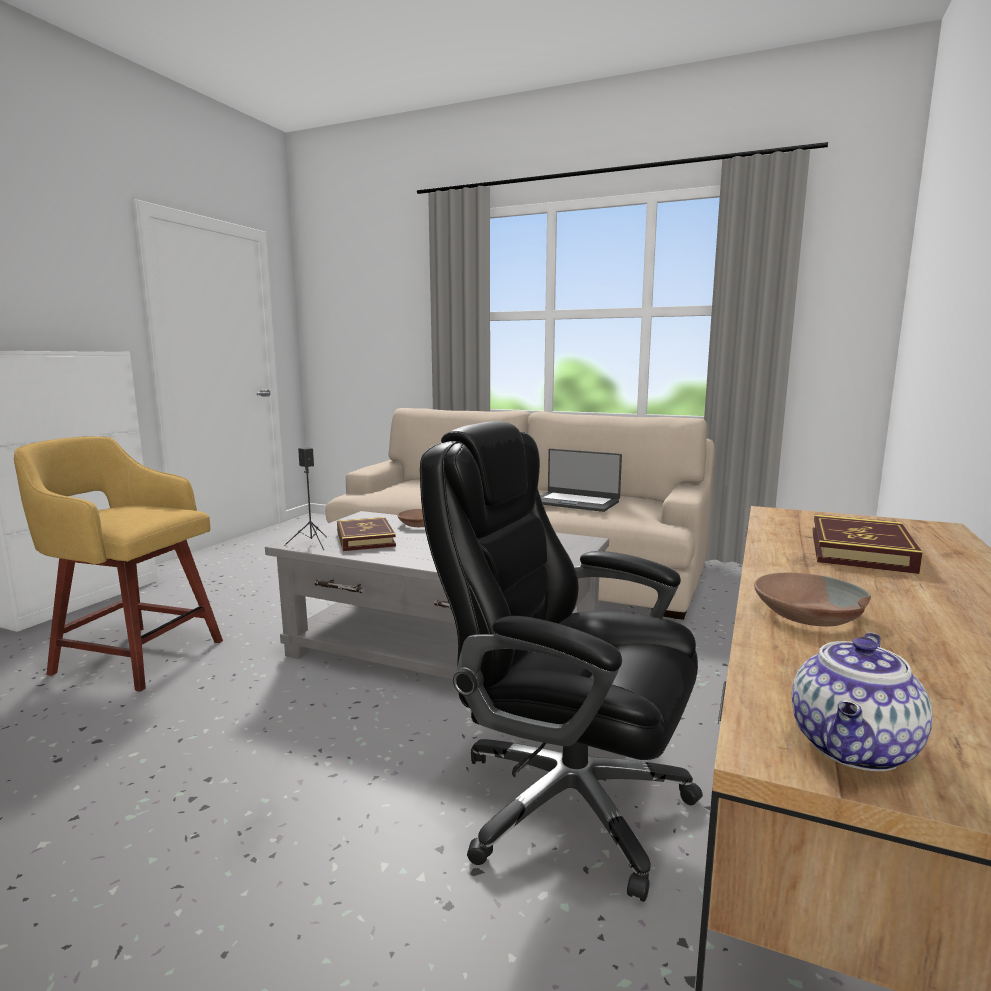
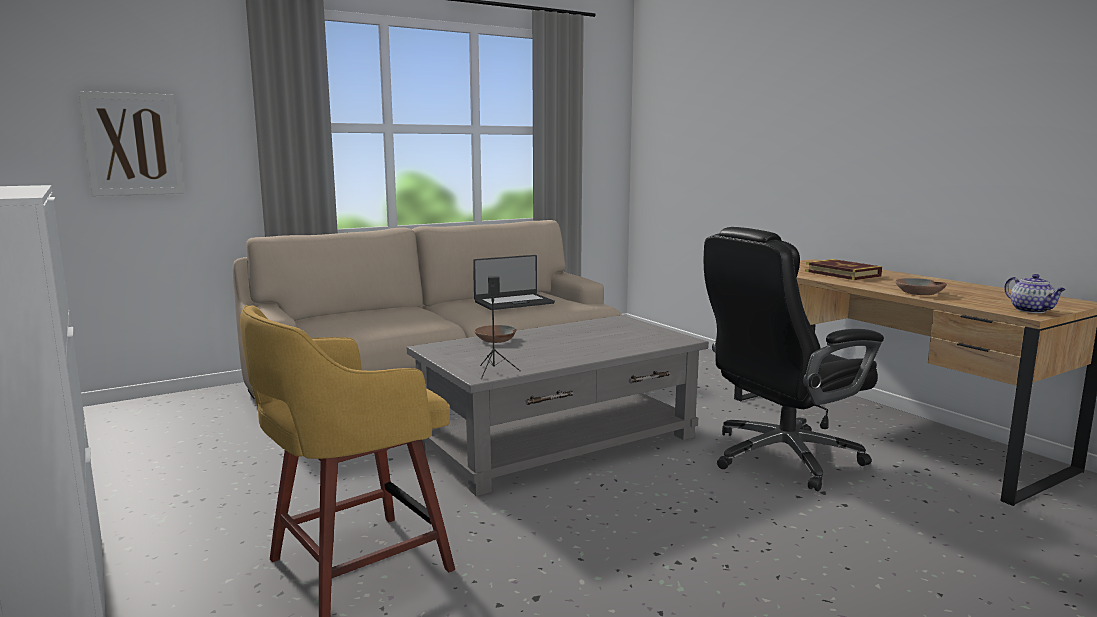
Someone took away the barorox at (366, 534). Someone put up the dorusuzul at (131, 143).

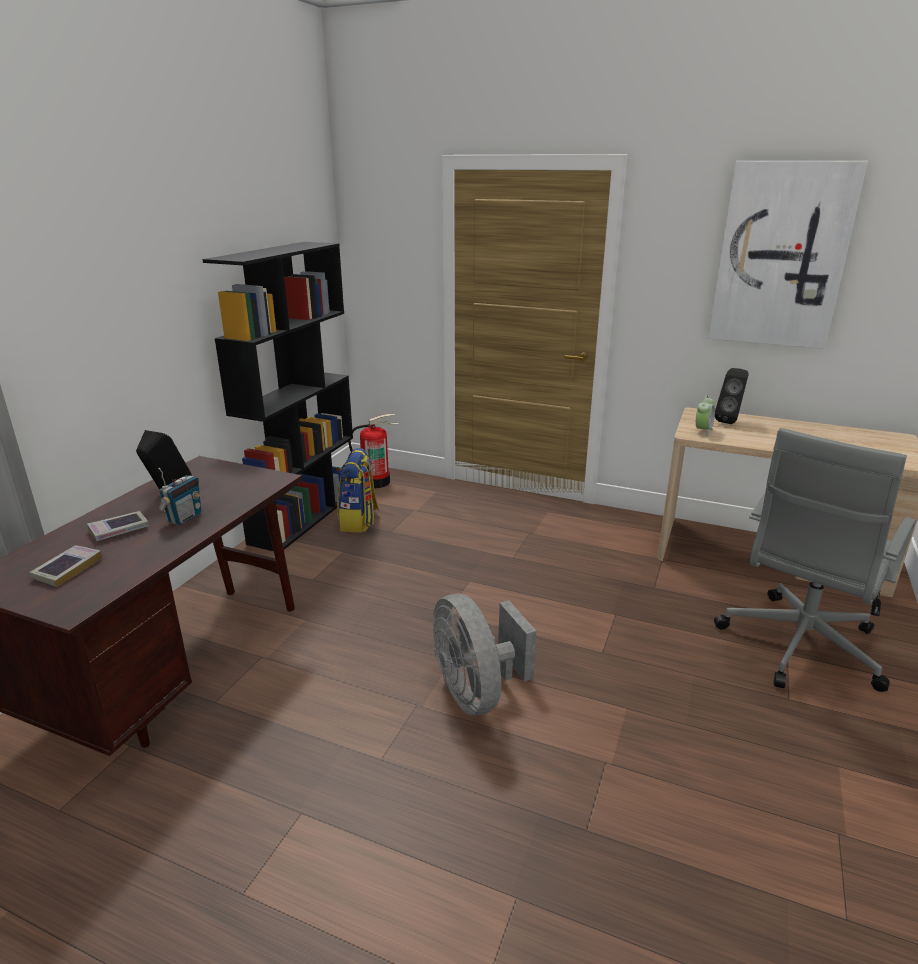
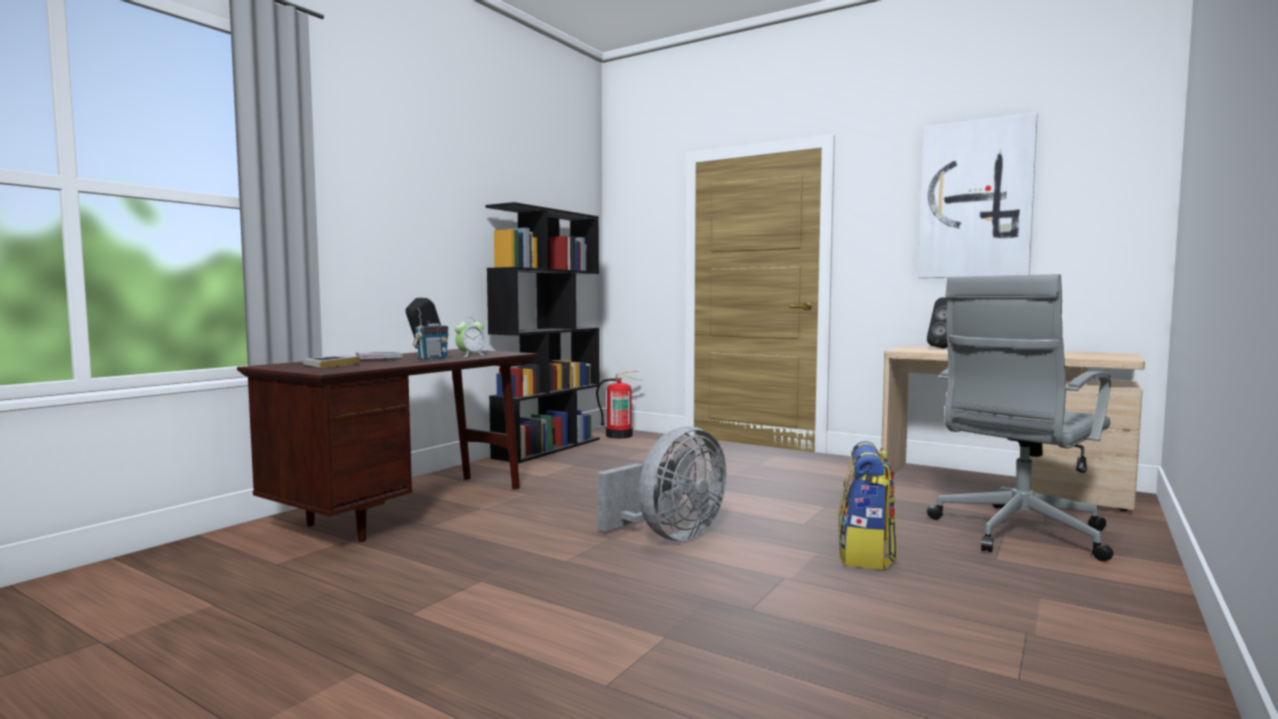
Someone carried the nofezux from (358, 490) to (868, 505). Someone carried the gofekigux from (705, 415) to (470, 337). Someone rotated the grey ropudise at (484, 654) by 120 degrees counterclockwise.

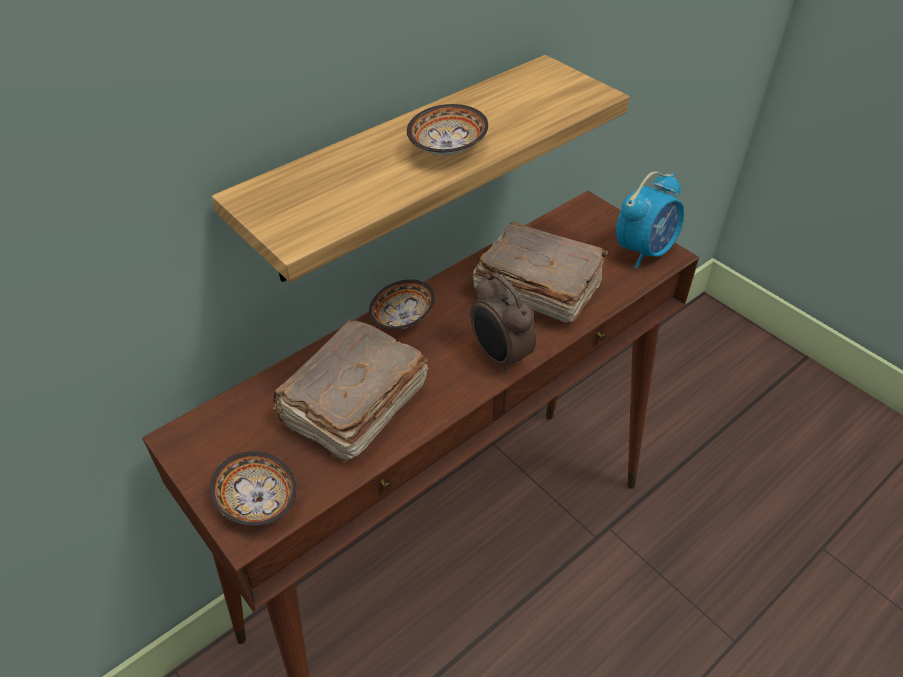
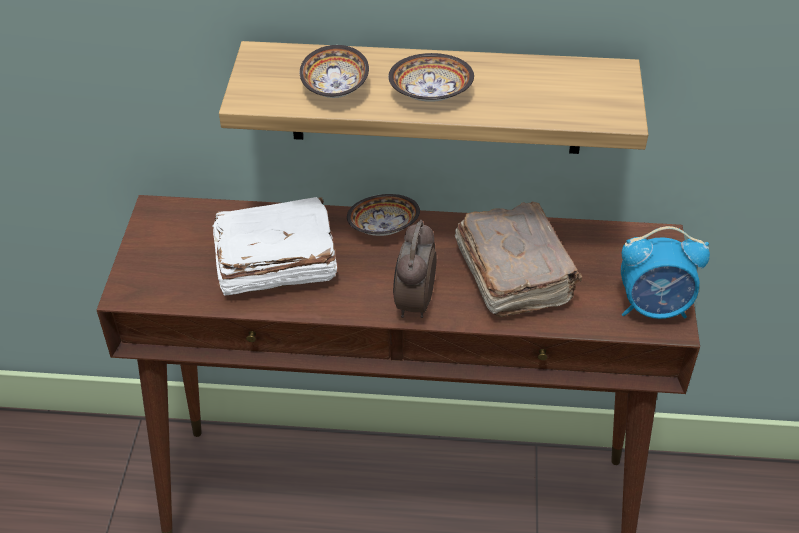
Someone carried the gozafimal from (253, 488) to (334, 71). Someone repainted the brown barorox at (350, 391), which became the white barorox at (274, 246).

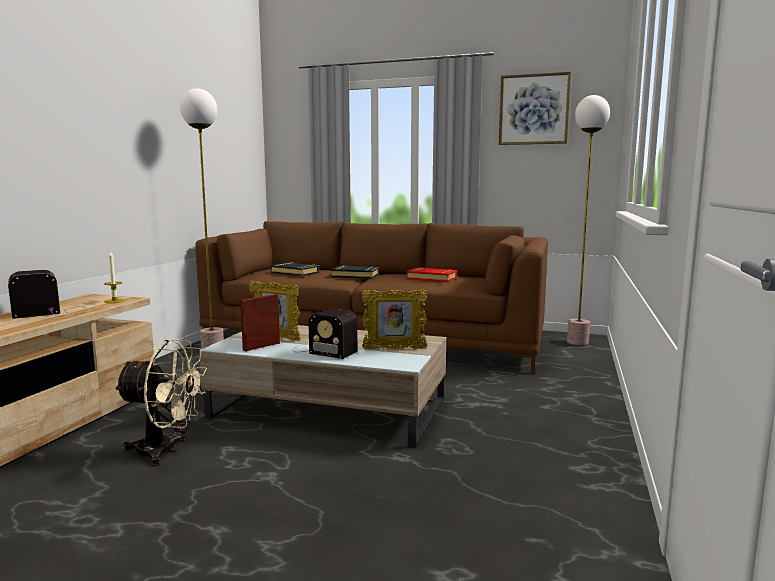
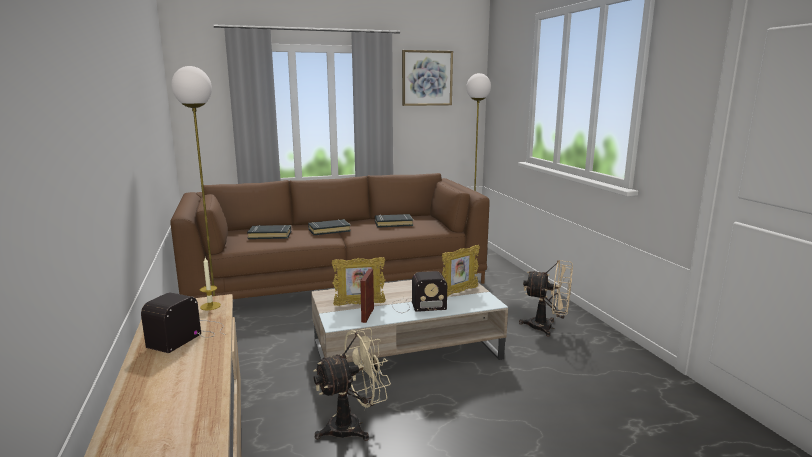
Someone put down the beige ropudise at (546, 298). Someone repainted the red barorox at (431, 274), which became the black barorox at (394, 221).

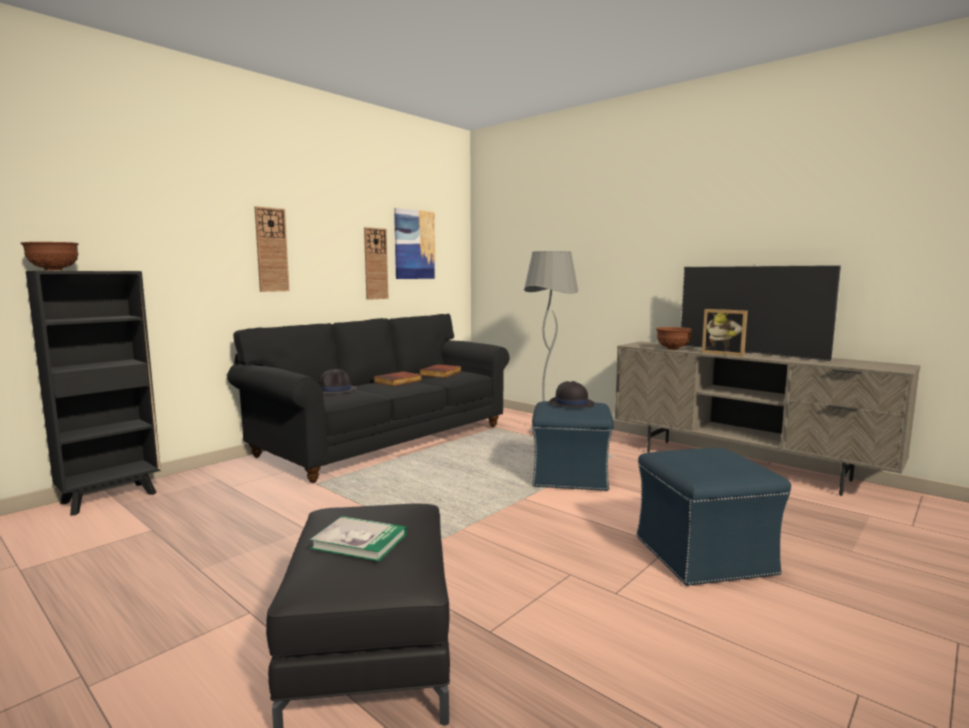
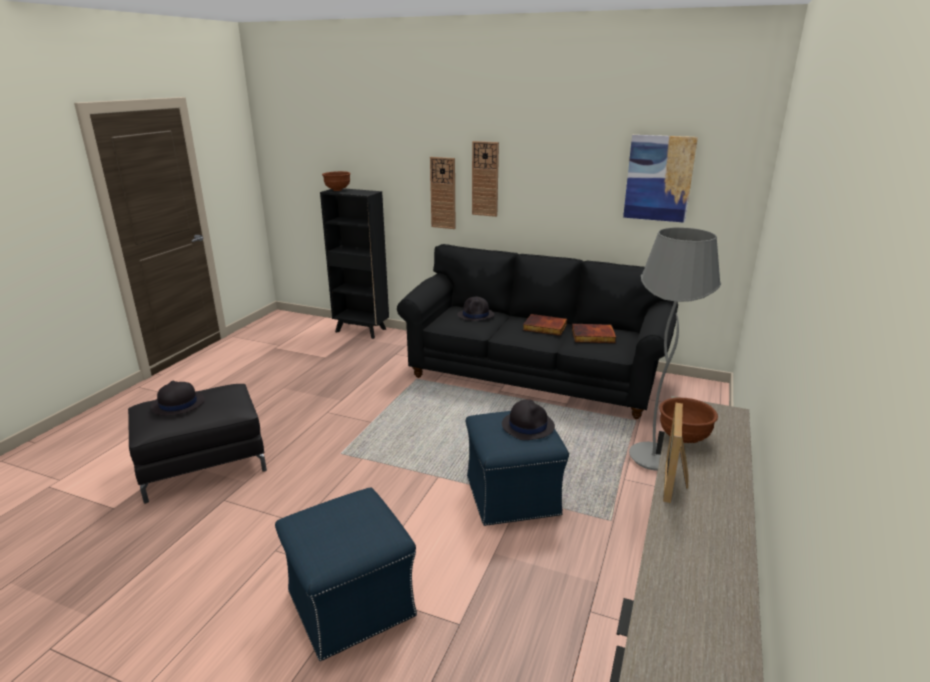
Someone took away the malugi at (761, 312). Someone carried the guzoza from (376, 263) to (442, 193). Someone swapped the barorox at (358, 538) for the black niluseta at (178, 398).

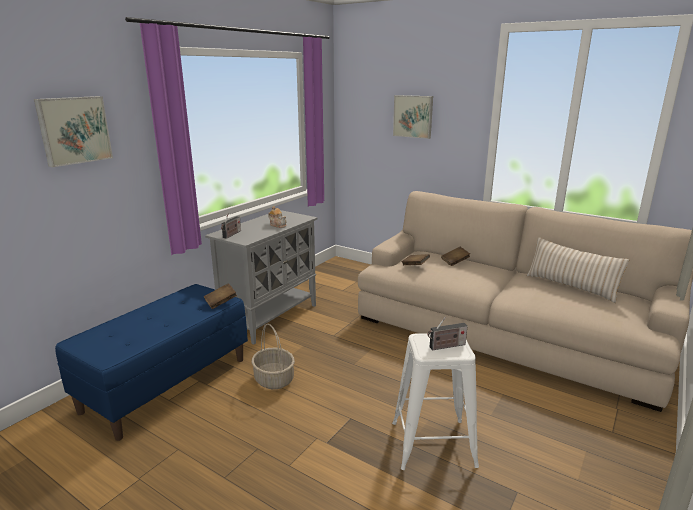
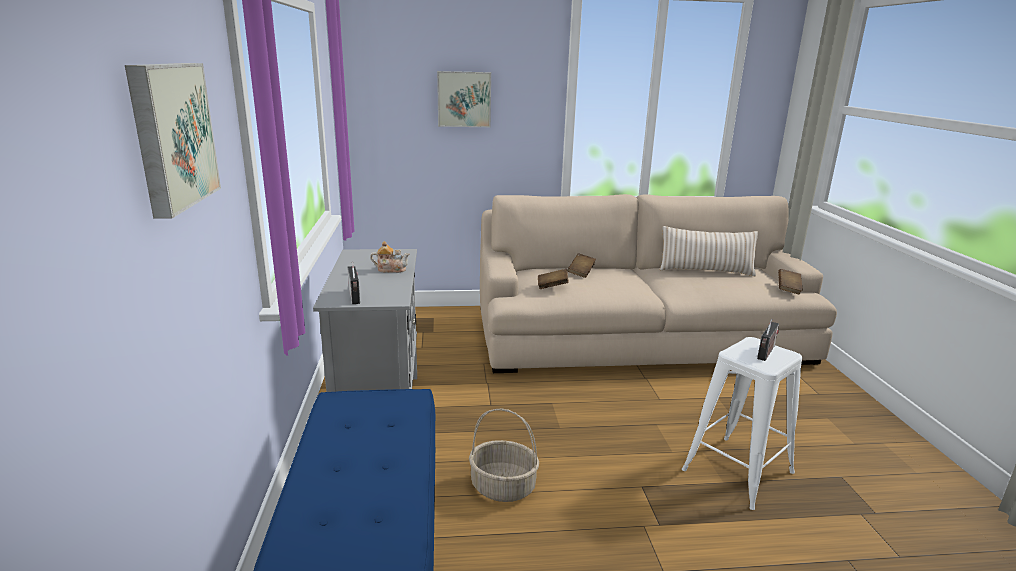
Someone carried the brown barorox from (220, 296) to (790, 281).

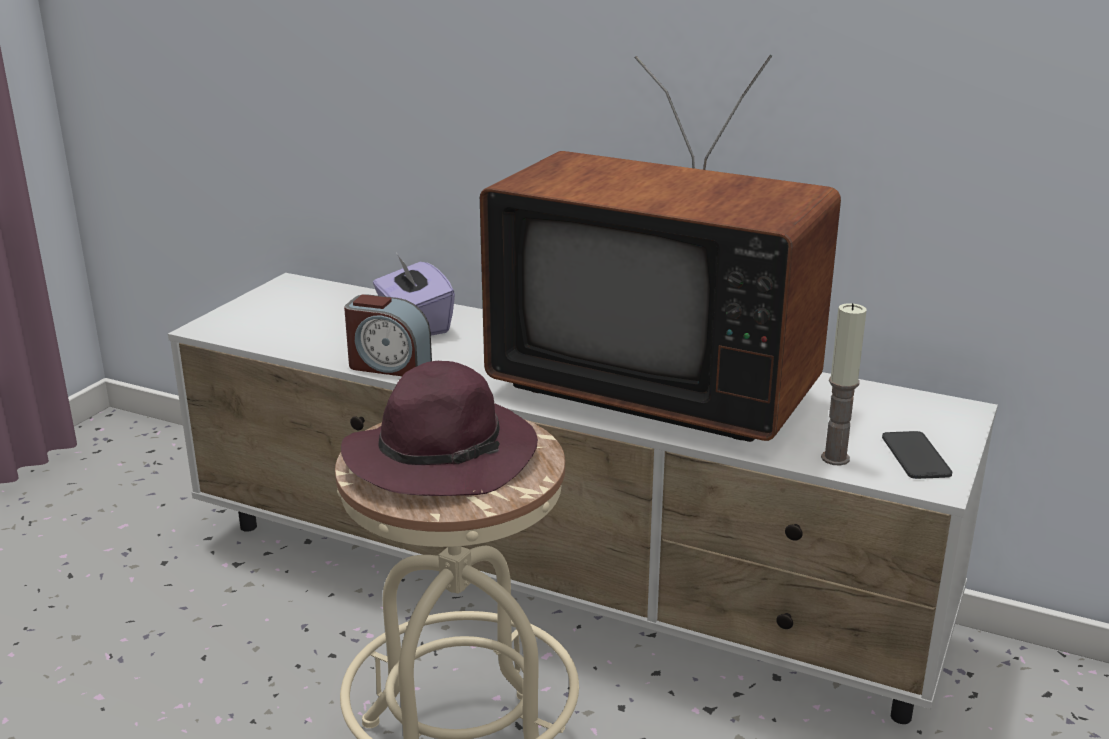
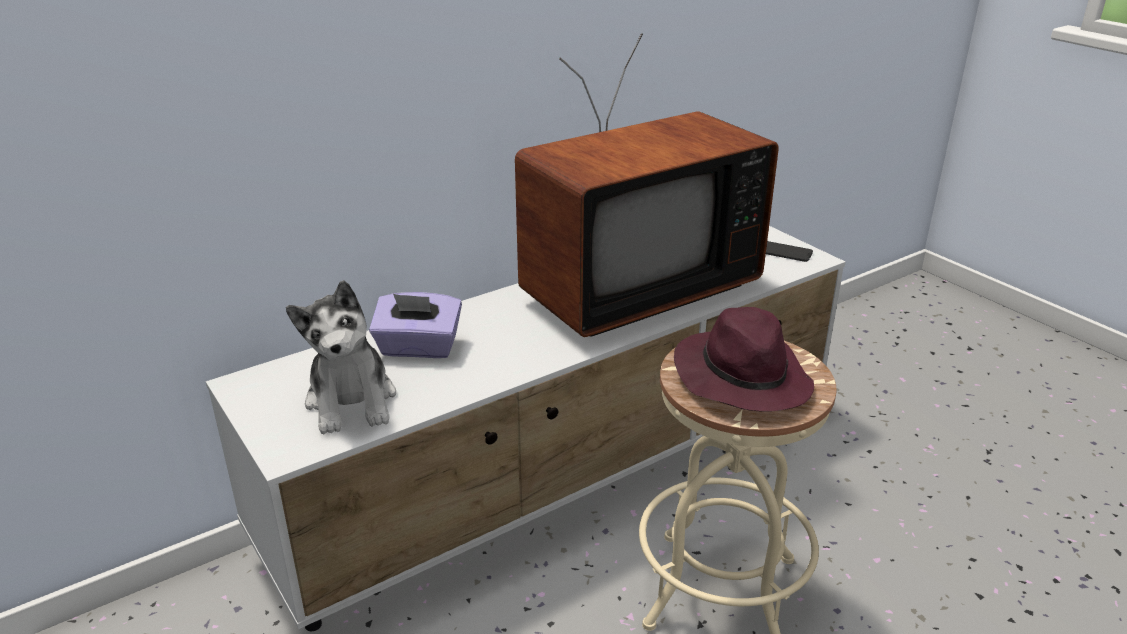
Someone took away the gofekigux at (388, 335). Someone took away the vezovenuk at (844, 384). Someone put down the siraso at (341, 357).

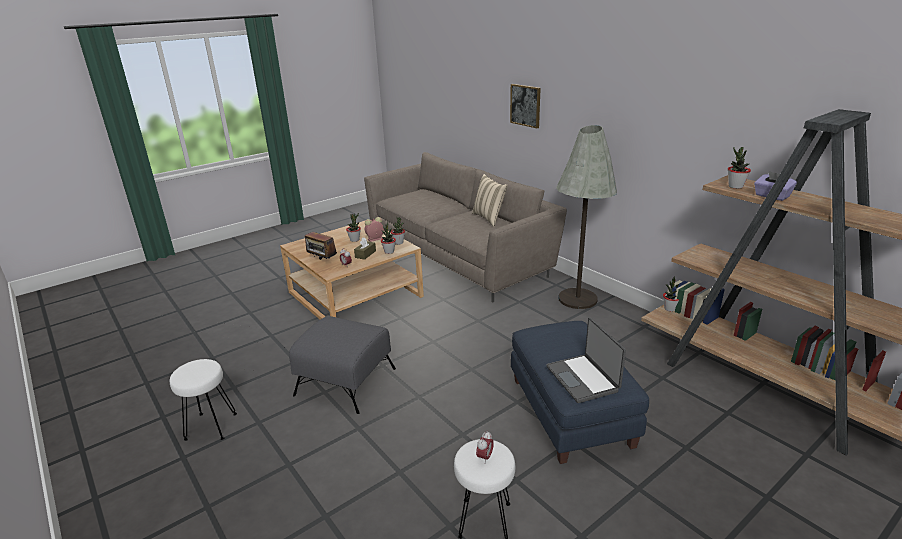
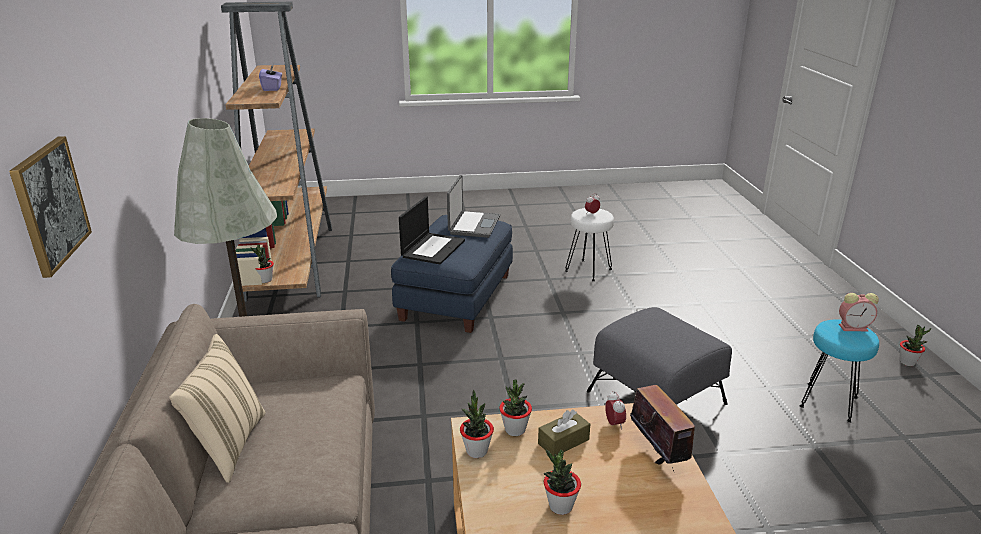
Someone put down the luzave at (432, 230). Someone carried the gofekigux from (374, 229) to (859, 312). Someone carried the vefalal from (739, 168) to (915, 345). Someone repainted the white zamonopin at (203, 400), which became the turquoise zamonopin at (839, 371).

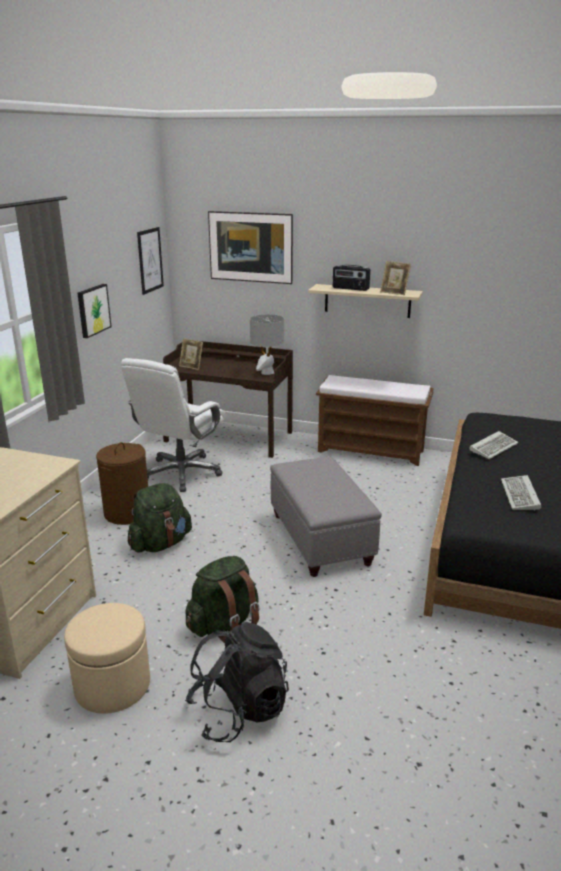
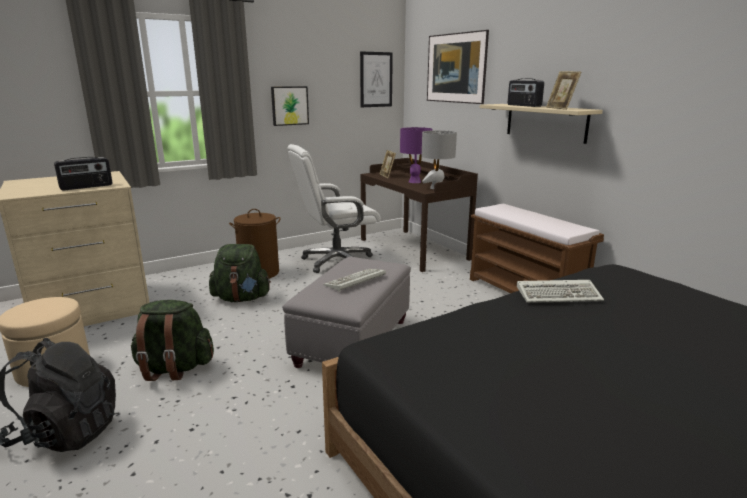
Someone put down the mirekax at (83, 173). Someone put down the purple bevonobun at (416, 155). Someone carried the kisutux from (521, 492) to (354, 280).

